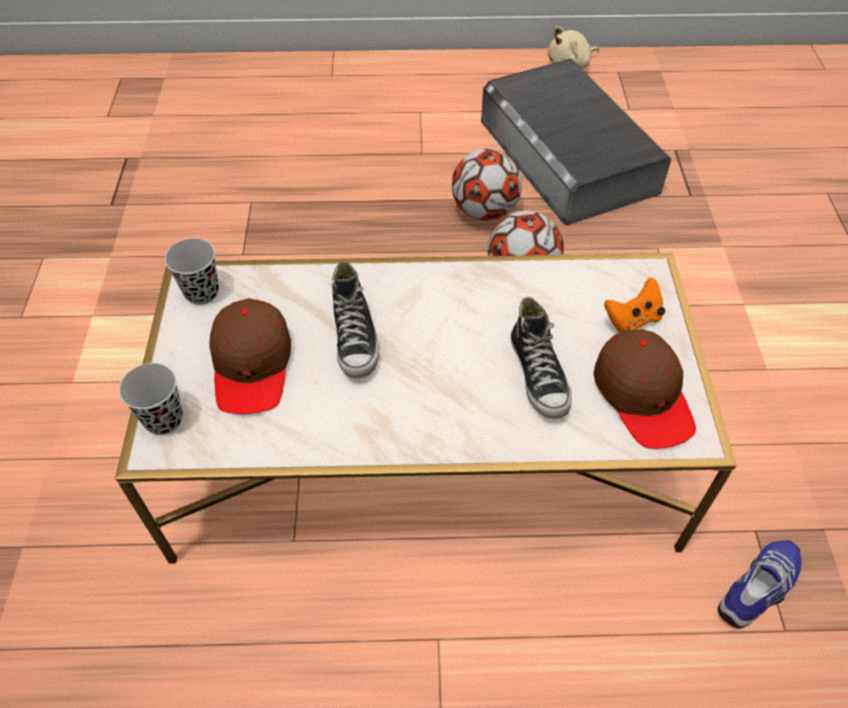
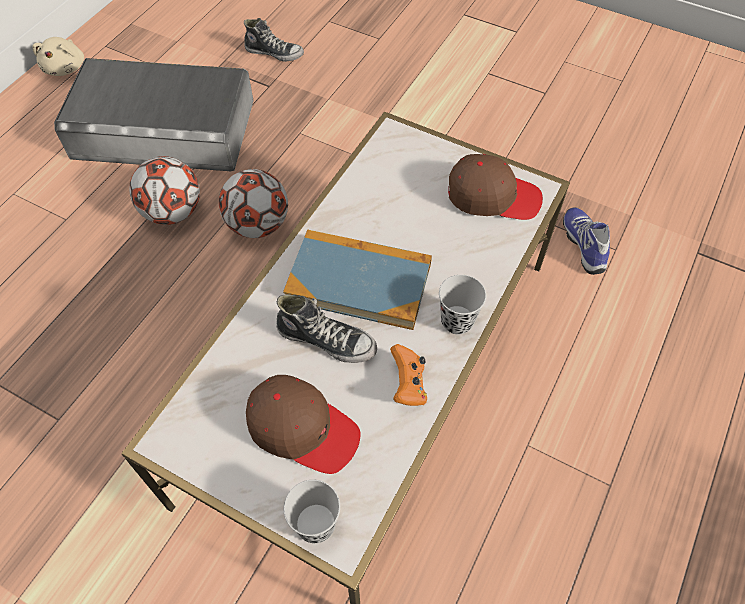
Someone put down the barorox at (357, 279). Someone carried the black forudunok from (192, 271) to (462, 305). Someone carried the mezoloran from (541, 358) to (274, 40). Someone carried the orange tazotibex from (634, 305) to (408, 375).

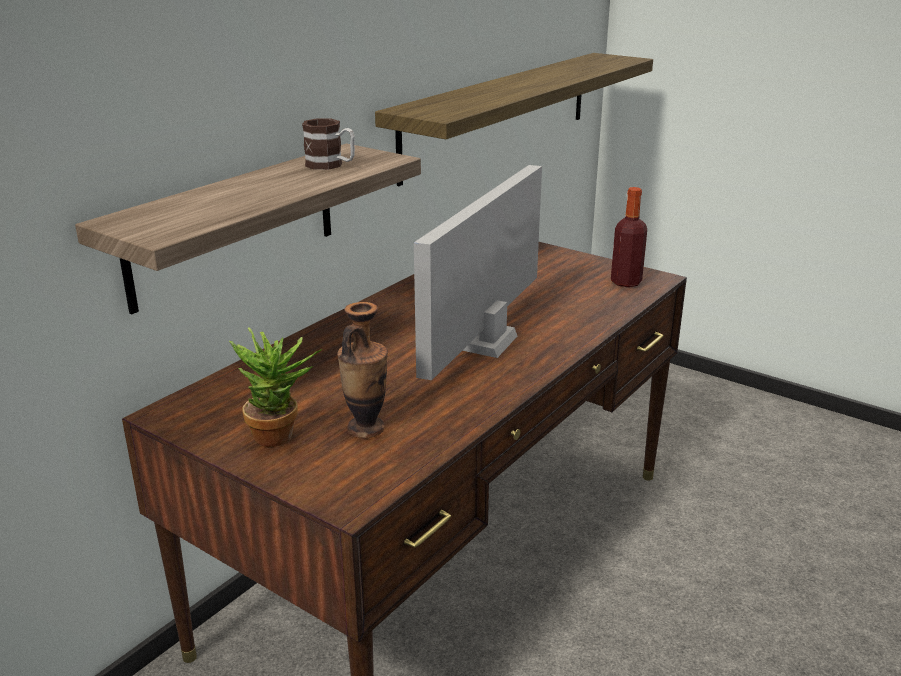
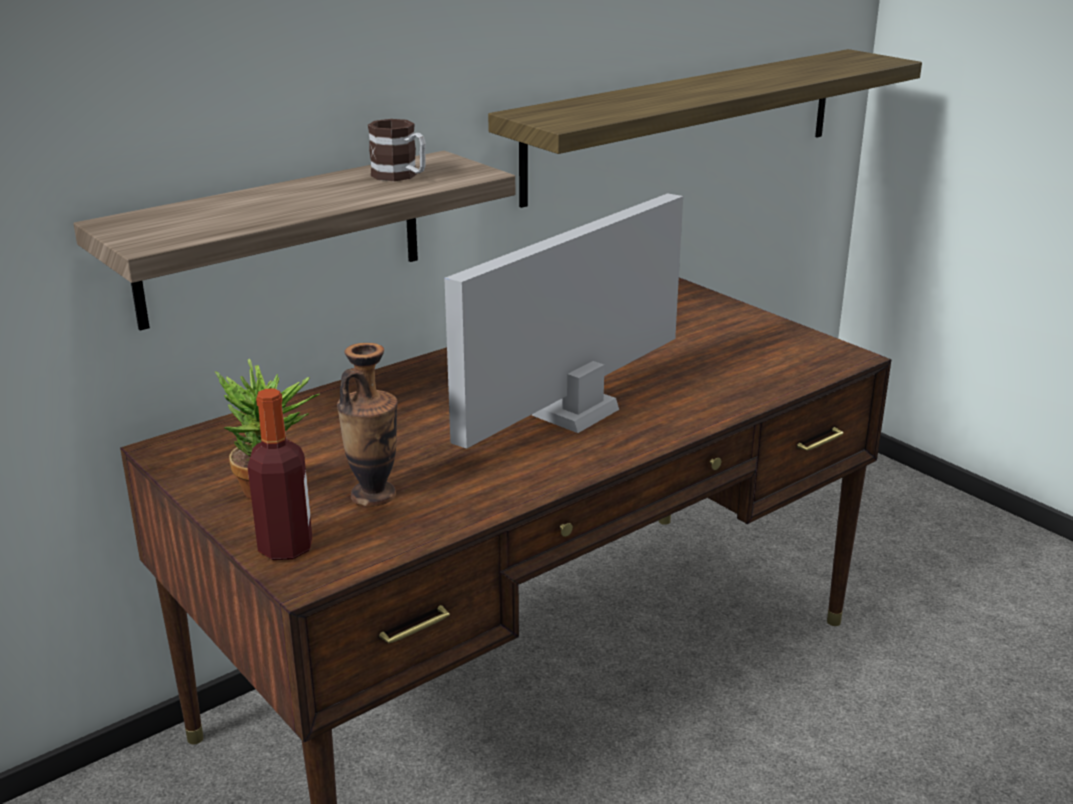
Someone carried the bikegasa from (629, 237) to (280, 474).

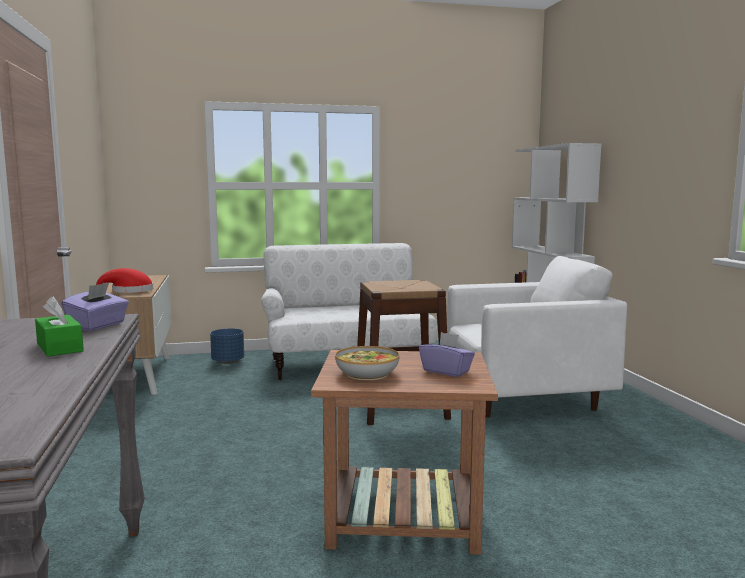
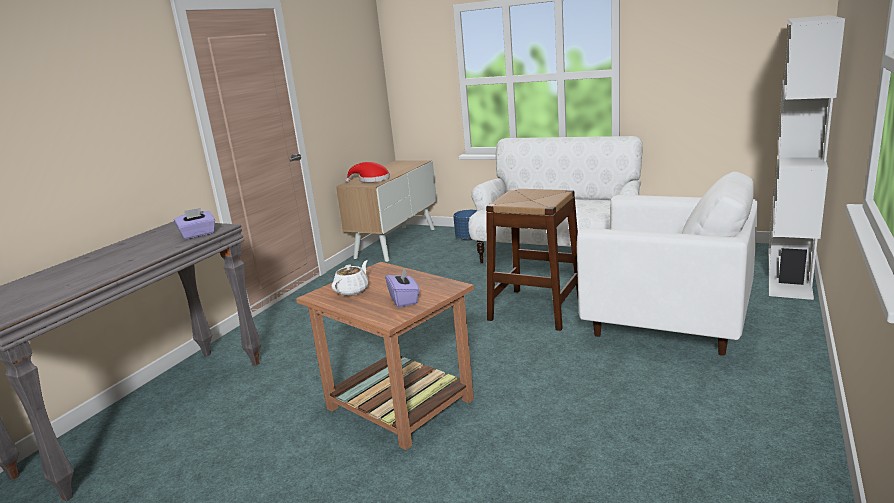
Someone took away the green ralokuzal at (59, 326). Someone swapped the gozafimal at (367, 363) for the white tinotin at (350, 278).

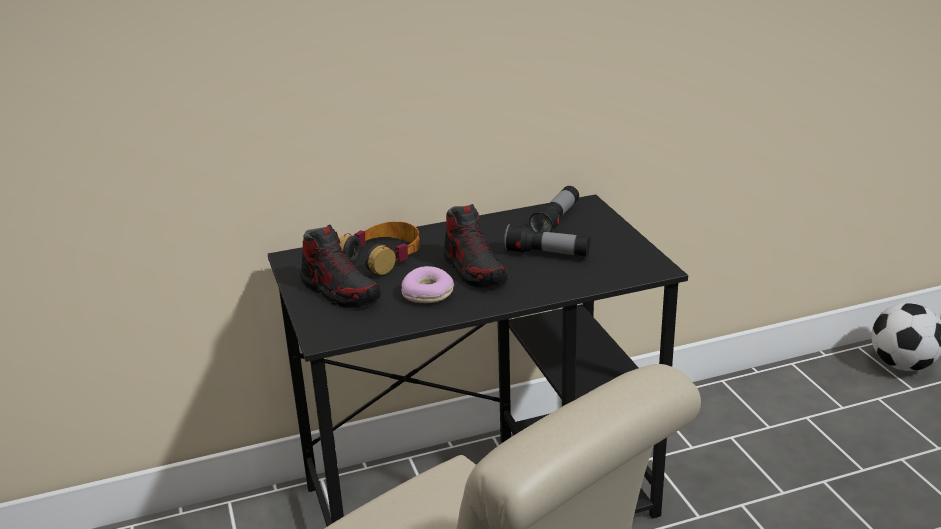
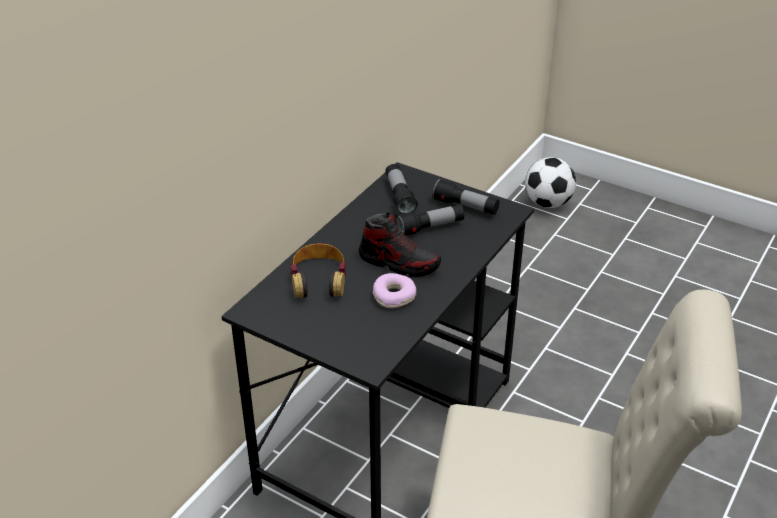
Someone took away the mezoloran at (340, 266). Someone put down the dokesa at (465, 197).

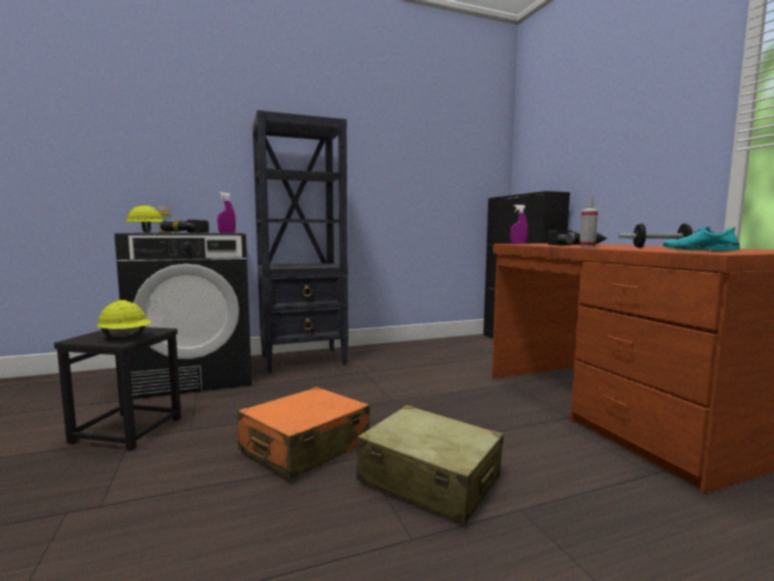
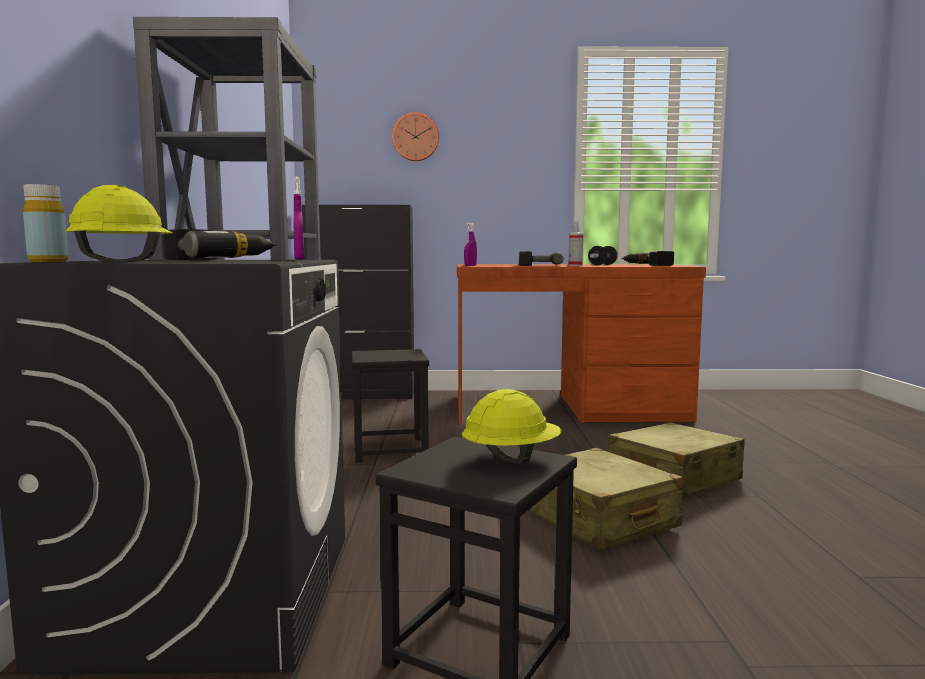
Someone put down the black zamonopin at (390, 406). Someone put up the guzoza at (415, 136). Someone swapped the turquoise mezoloran at (701, 239) for the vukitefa at (647, 258). Someone repainted the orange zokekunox at (304, 433), which became the beige zokekunox at (605, 499).

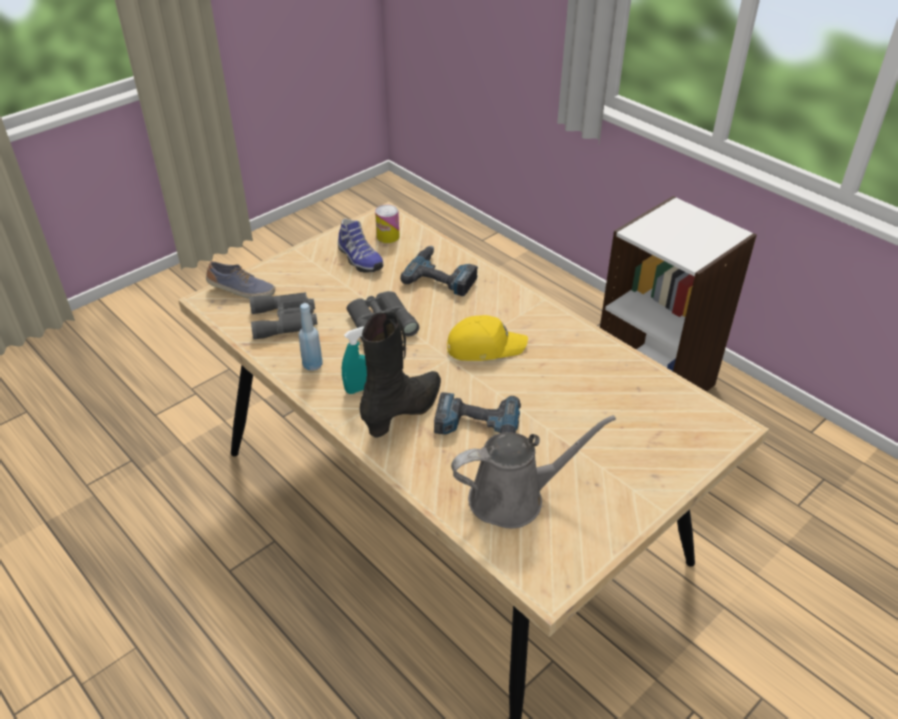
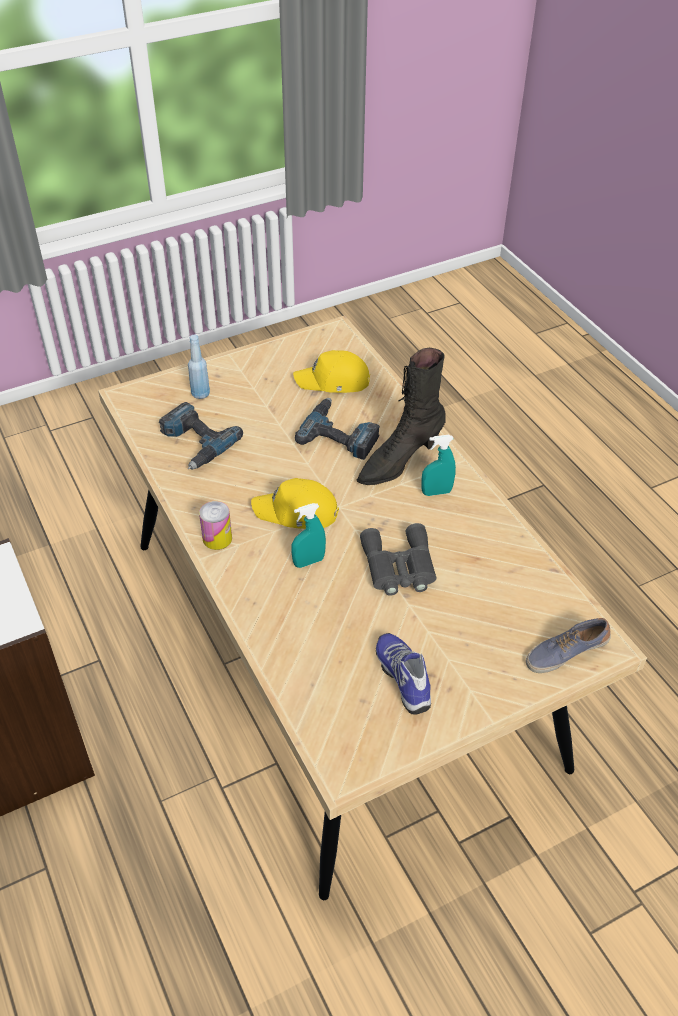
Someone took away the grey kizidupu at (283, 315). Someone put down the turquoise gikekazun at (308, 535). Someone carried the blue bikegasa from (310, 337) to (199, 367). Someone carried the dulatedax from (387, 224) to (215, 525). Someone carried the vukitefa from (439, 271) to (201, 436). Someone swapped the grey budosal at (533, 472) for the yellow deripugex at (331, 371). Someone rotated the mezoloran at (240, 280) by 45 degrees counterclockwise.

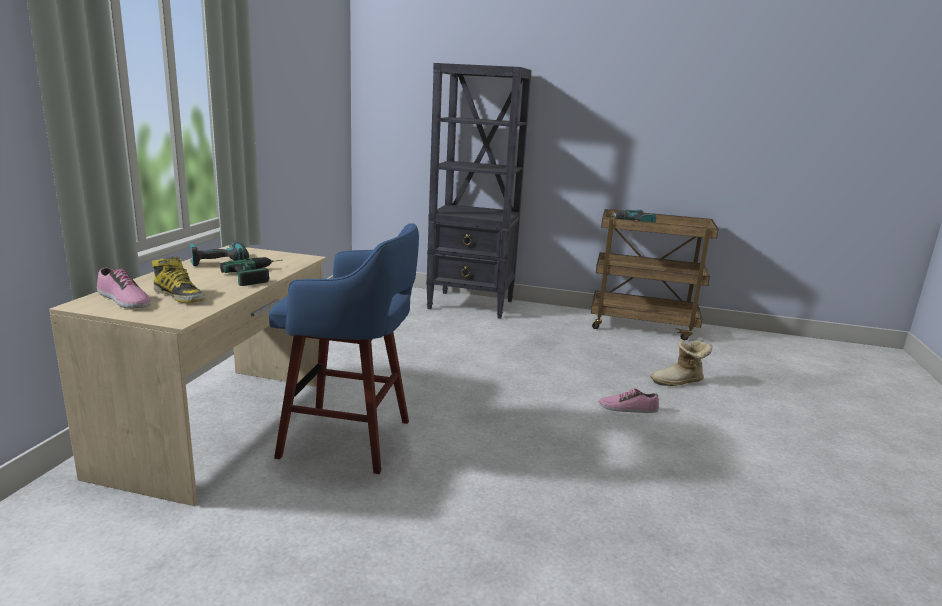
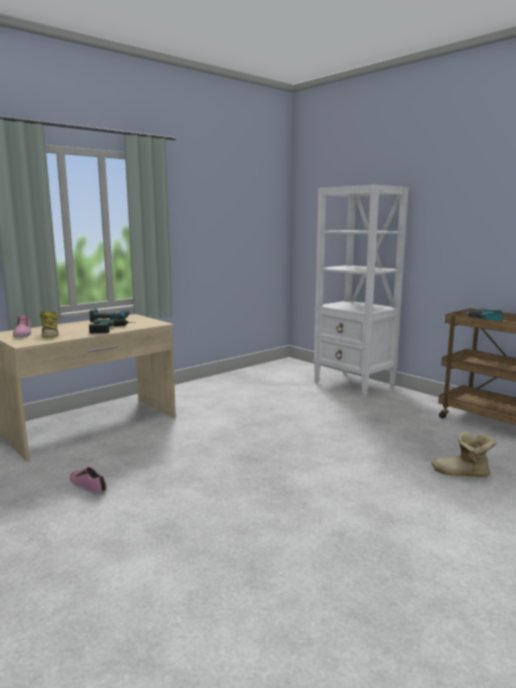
Someone took away the blue zamonopin at (344, 348). Someone carried the mezoloran from (629, 401) to (88, 481). Someone repainted the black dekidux at (479, 191), which became the white dekidux at (361, 291).

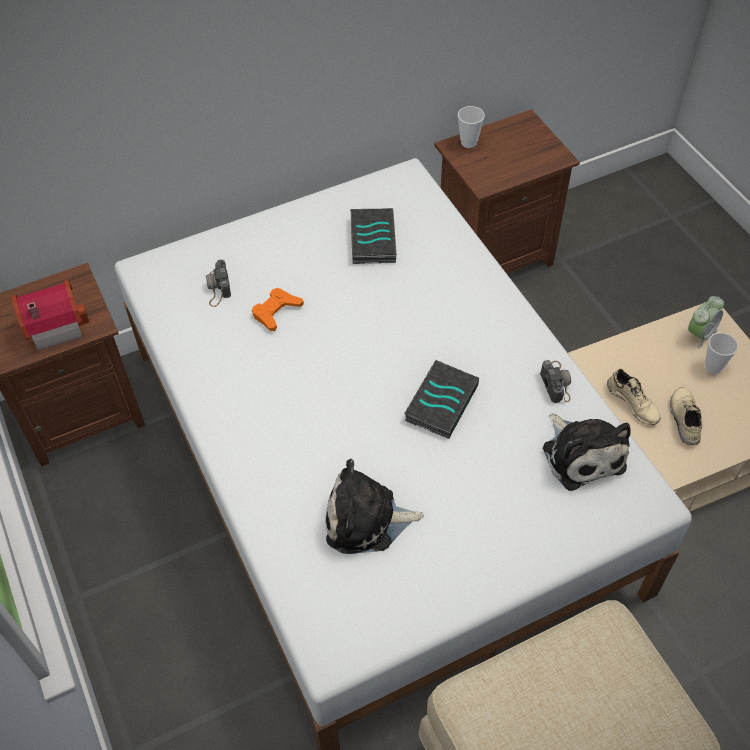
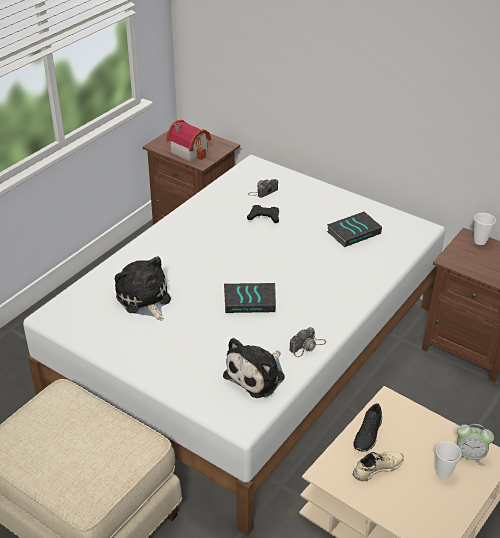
Someone repainted the orange tazotibex at (278, 309), which became the black tazotibex at (263, 214). Someone repainted the beige mezoloran at (634, 397), which became the black mezoloran at (367, 427).

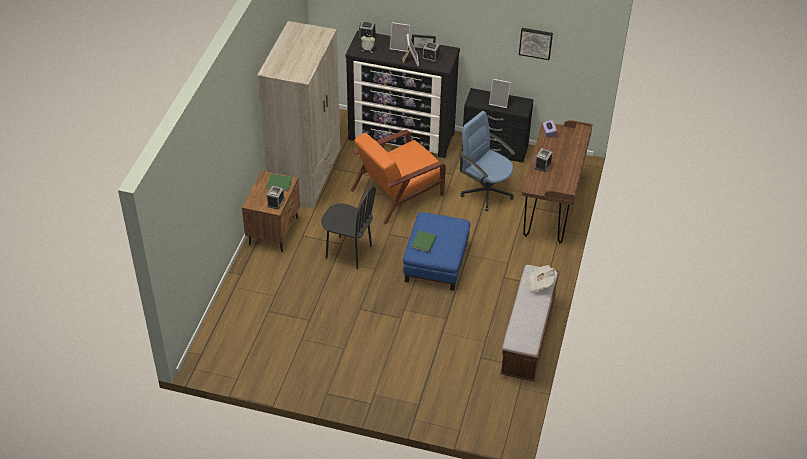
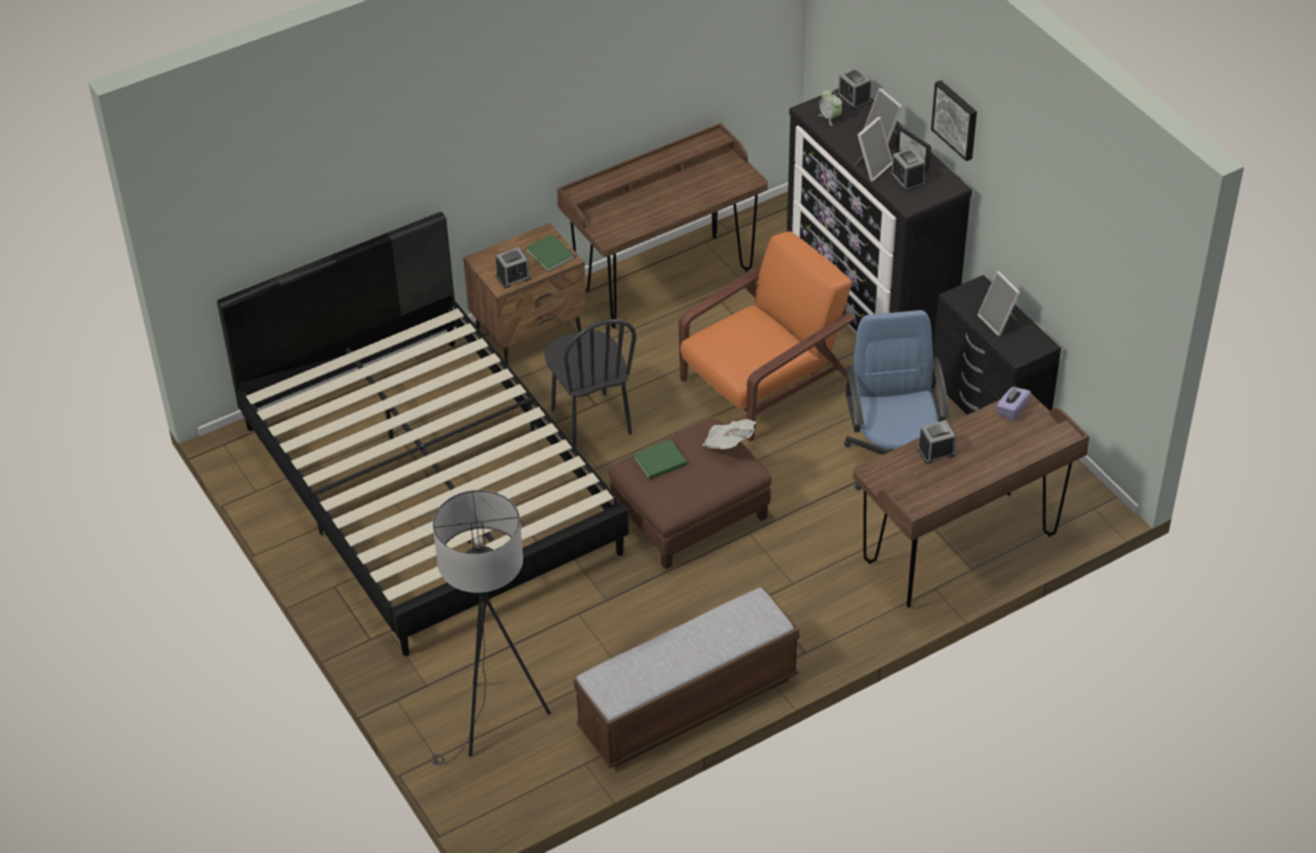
Someone put down the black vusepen at (423, 434). Someone put down the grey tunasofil at (491, 627). Someone carried the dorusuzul from (536, 44) to (954, 120). Someone carried the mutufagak from (539, 278) to (729, 434). Someone swapped the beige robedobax at (299, 114) for the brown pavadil at (662, 225). Someone repainted the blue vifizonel at (437, 251), which became the brown vifizonel at (690, 493). Someone rotated the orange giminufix at (398, 177) by 135 degrees clockwise.

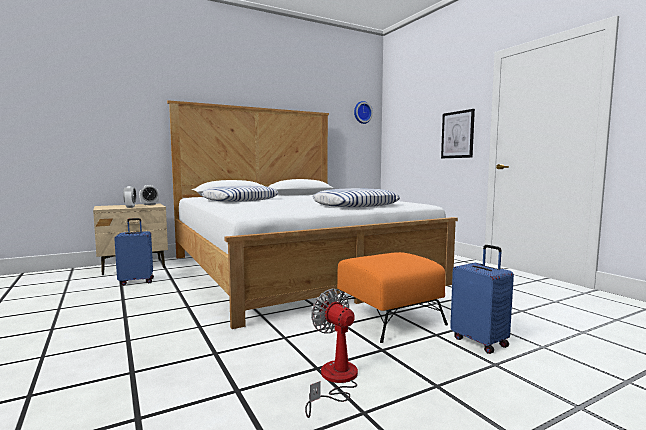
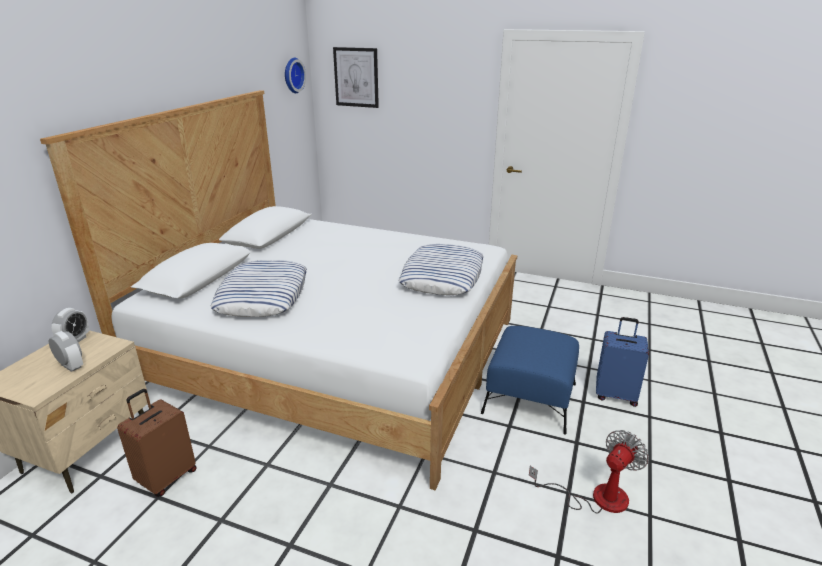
Someone carried the dorusuzul from (458, 133) to (356, 77). Someone repainted the blue zokekunox at (134, 251), which became the brown zokekunox at (157, 443). Someone repainted the orange vifizonel at (392, 297), which became the blue vifizonel at (530, 380). Someone rotated the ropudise at (331, 353) by 120 degrees clockwise.

